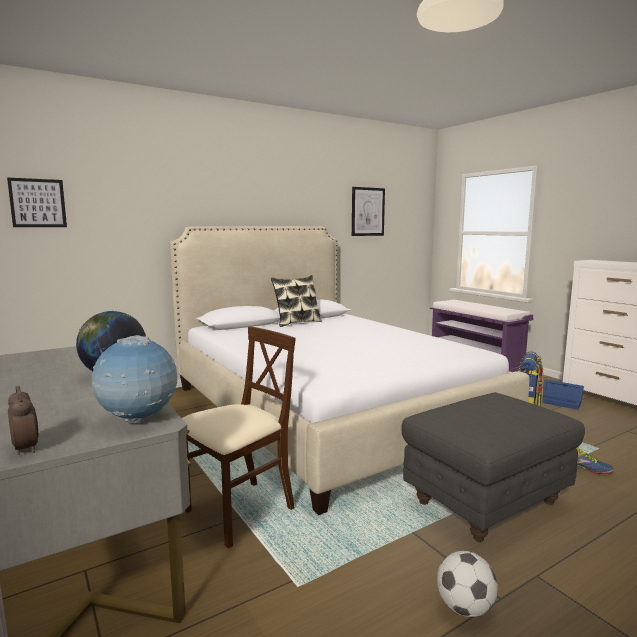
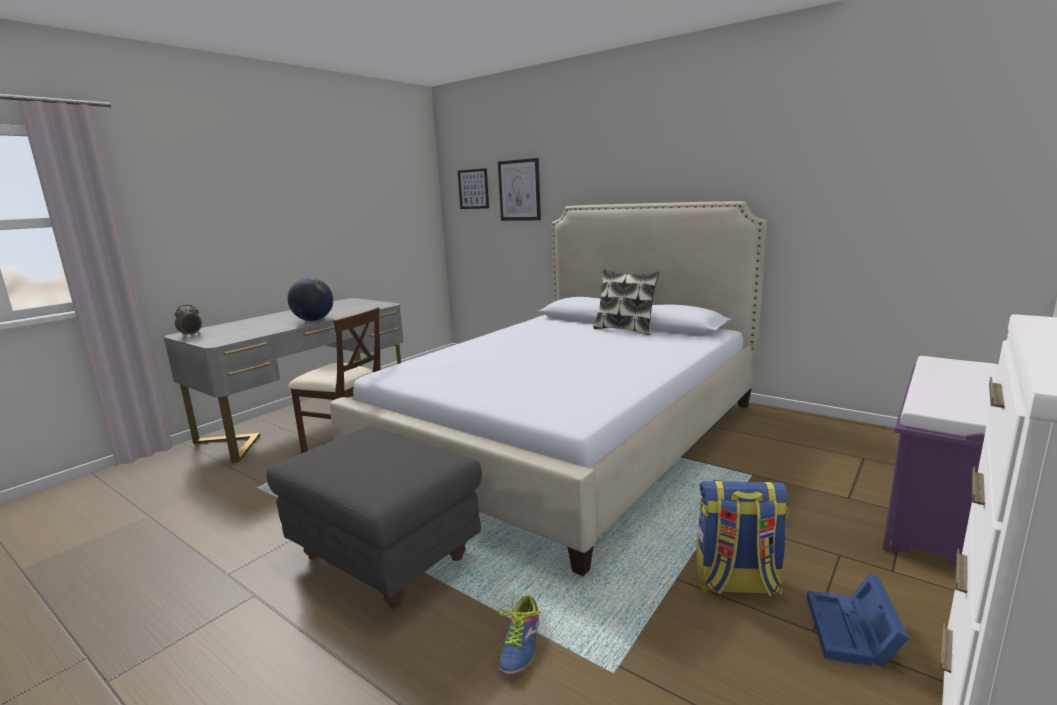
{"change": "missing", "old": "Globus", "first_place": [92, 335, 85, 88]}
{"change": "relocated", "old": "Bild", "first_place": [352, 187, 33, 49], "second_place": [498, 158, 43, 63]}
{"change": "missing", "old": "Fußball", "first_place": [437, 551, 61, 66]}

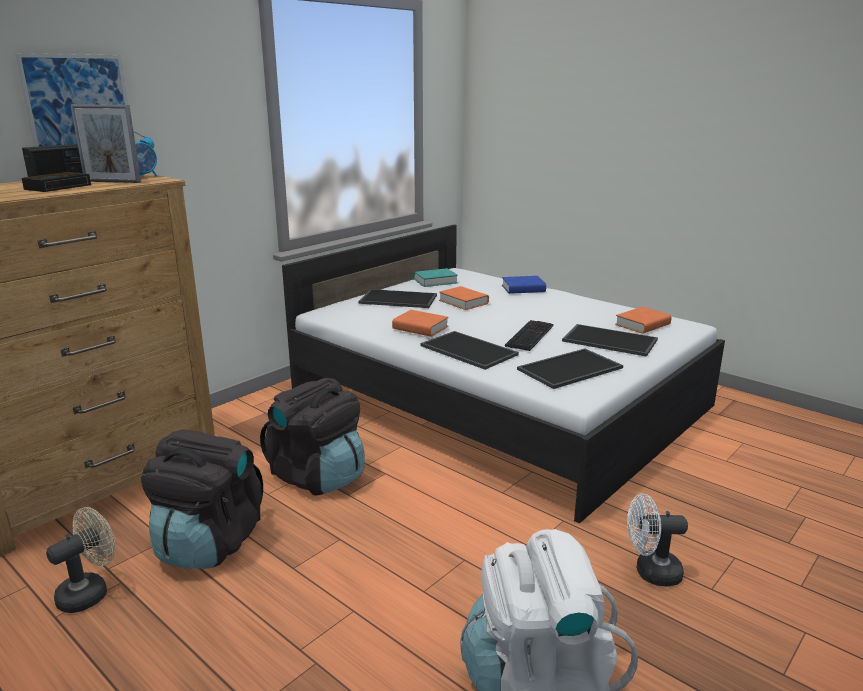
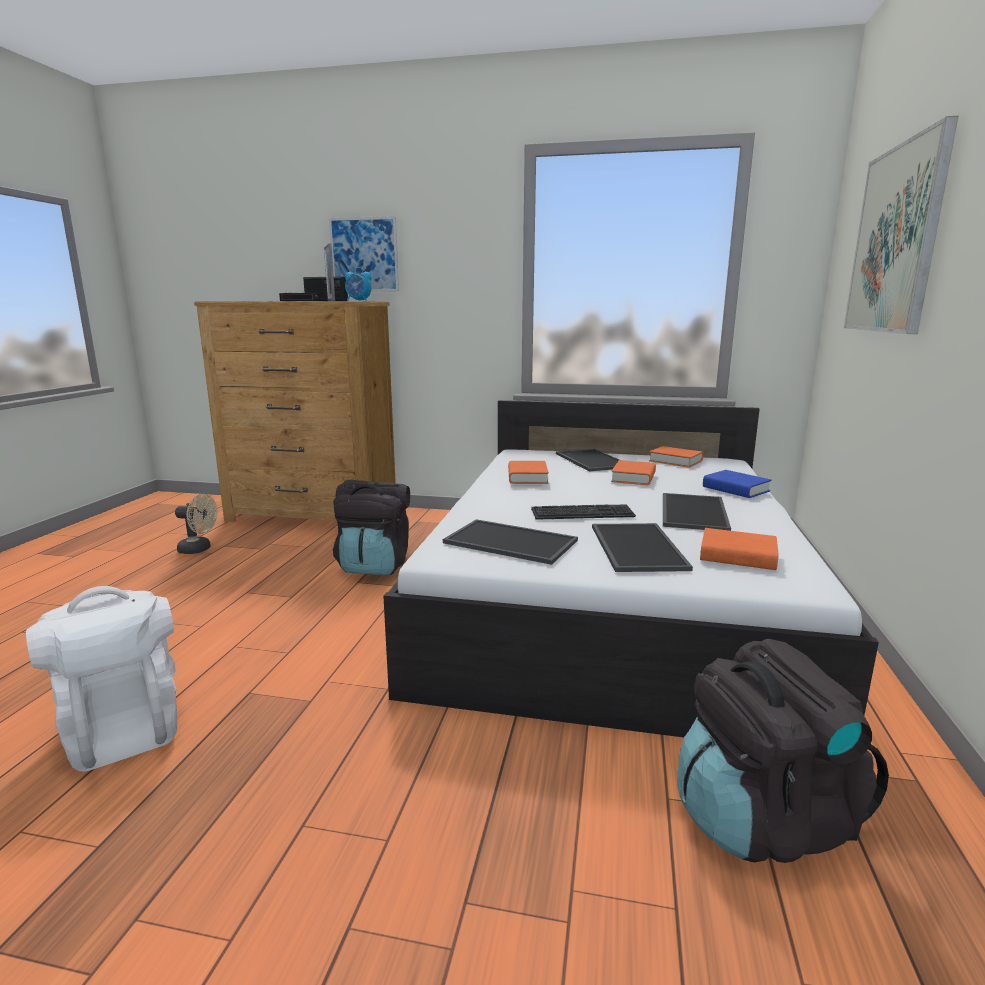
{"change": "relocated", "old": "Rucksack (schwarz)", "first_place": [141, 430, 122, 139], "second_place": [677, 639, 212, 224]}
{"change": "colour", "old": "Buch (türkis)", "new": "Buch (orange)", "first_place": [414, 268, 44, 19], "second_place": [649, 446, 55, 22]}
{"change": "relocated", "old": "Tablett", "first_place": [420, 331, 99, 39], "second_place": [663, 493, 68, 38]}
{"change": "missing", "old": "Ventilator (weiß)", "first_place": [627, 493, 61, 93]}
{"change": "appeared", "new": "Bild", "second_place": [844, 116, 114, 218]}

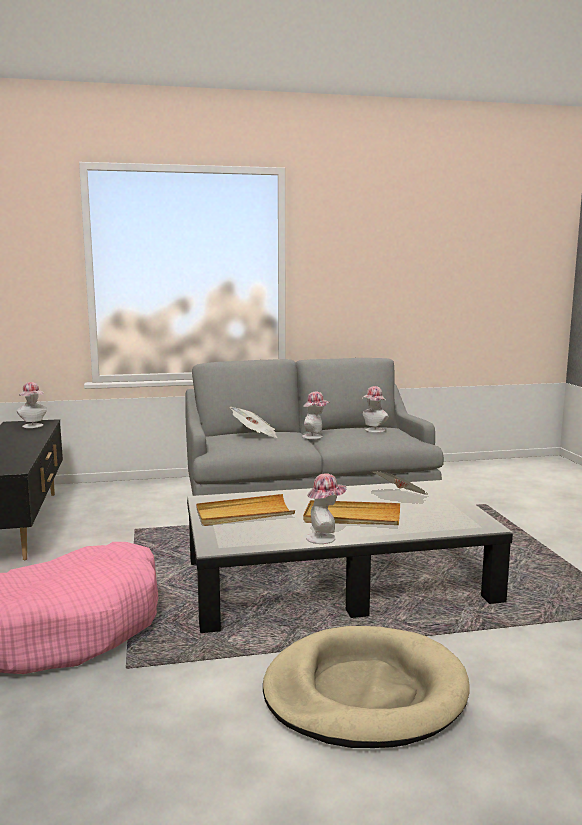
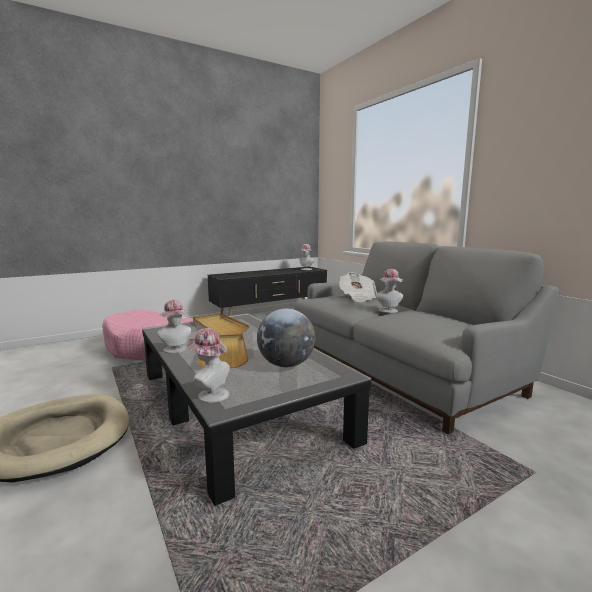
{"change": "relocated", "old": "Hut", "first_place": [363, 386, 26, 47], "second_place": [187, 328, 43, 75]}
{"change": "exchanged", "old": "Zeitung", "new": "Globus", "first_place": [372, 471, 57, 24], "second_place": [257, 309, 58, 58]}

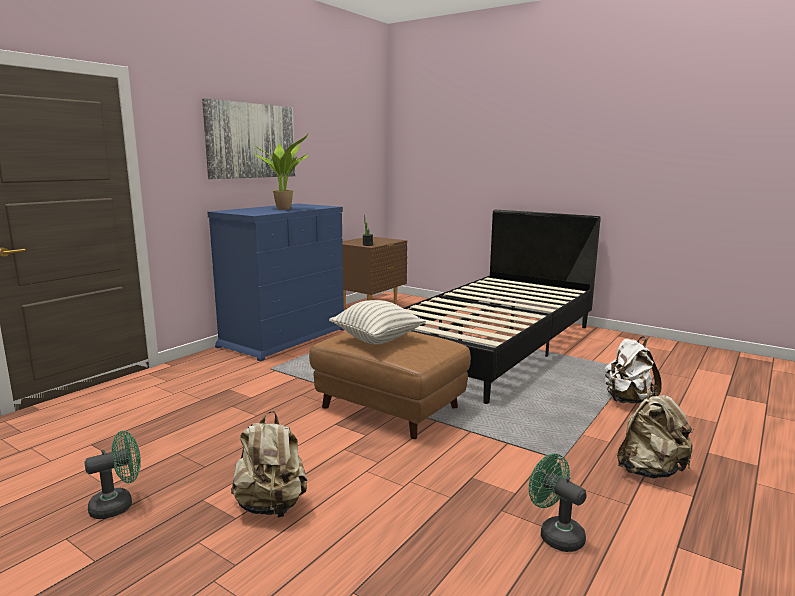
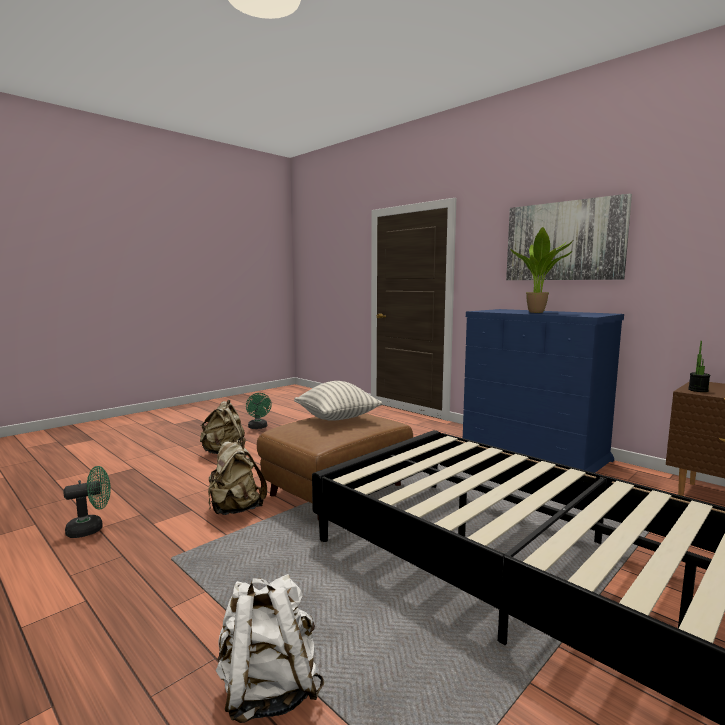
{"change": "relocated", "old": "Rucksack (beige)", "first_place": [617, 386, 77, 92], "second_place": [208, 437, 59, 78]}

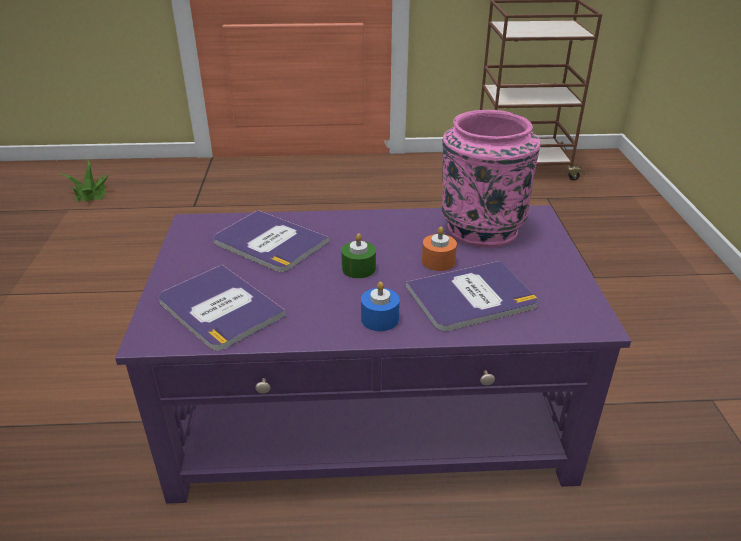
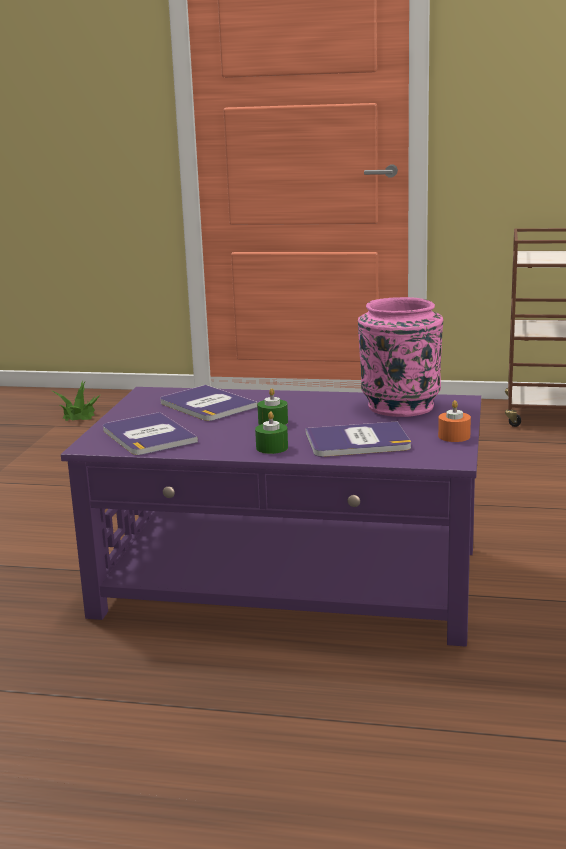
{"change": "colour", "old": "Kerze (blau)", "new": "Kerze (grün)", "first_place": [361, 282, 39, 49], "second_place": [255, 411, 33, 43]}
{"change": "relocated", "old": "Kerze (orange)", "first_place": [422, 227, 35, 44], "second_place": [438, 400, 33, 42]}

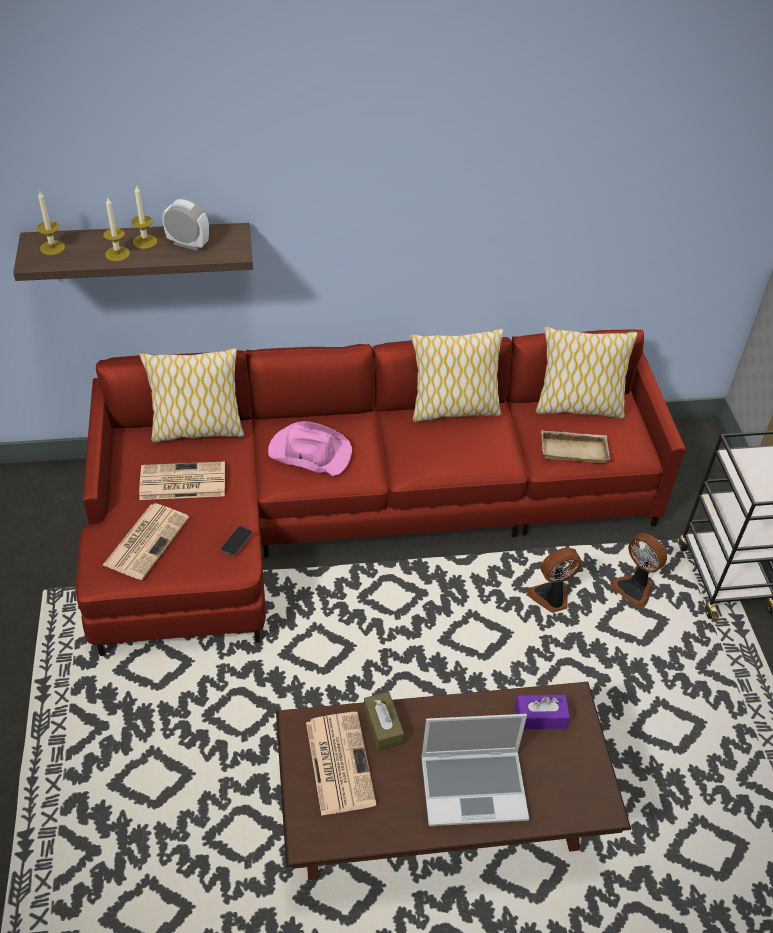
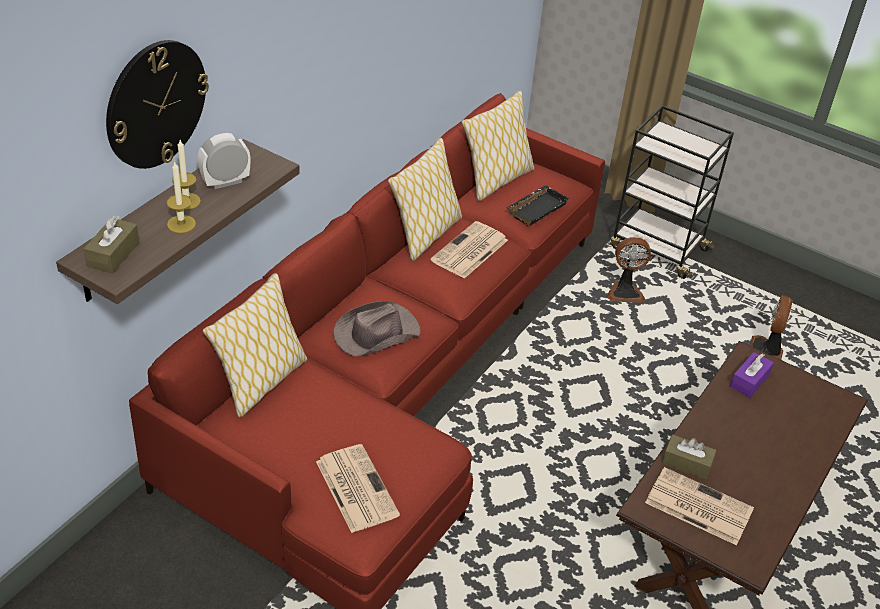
{"change": "exchanged", "old": "Kerze", "new": "Taschentuchbox (braun)", "first_place": [37, 192, 28, 63], "second_place": [84, 215, 55, 59]}
{"change": "relocated", "old": "Zeitung", "first_place": [139, 461, 86, 39], "second_place": [430, 221, 78, 58]}
{"change": "missing", "old": "Handy", "first_place": [221, 526, 32, 30]}
{"change": "colour", "old": "Hut (rosa)", "new": "Hut (braun)", "first_place": [268, 421, 84, 55], "second_place": [333, 301, 88, 55]}
{"change": "missing", "old": "Laptop", "first_place": [421, 714, 108, 112]}
{"change": "relocated", "old": "Ventilator", "first_place": [528, 548, 53, 65], "second_place": [750, 296, 43, 64]}
{"change": "colour", "old": "Tablett (beige)", "new": "Tablett (schwarz)", "first_place": [541, 430, 69, 33], "second_place": [506, 185, 64, 41]}
{"change": "appeared", "new": "Wanduhr", "second_place": [106, 40, 103, 129]}

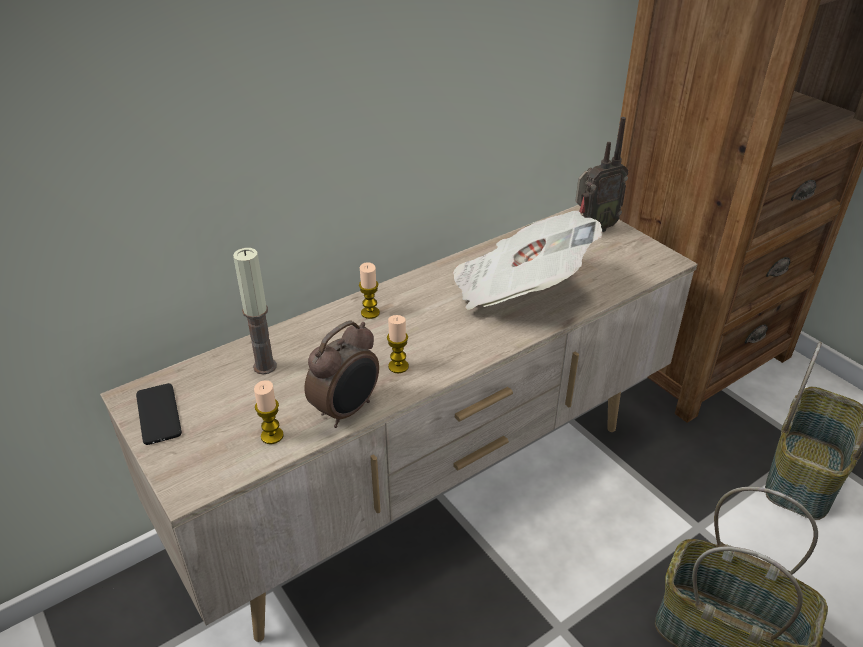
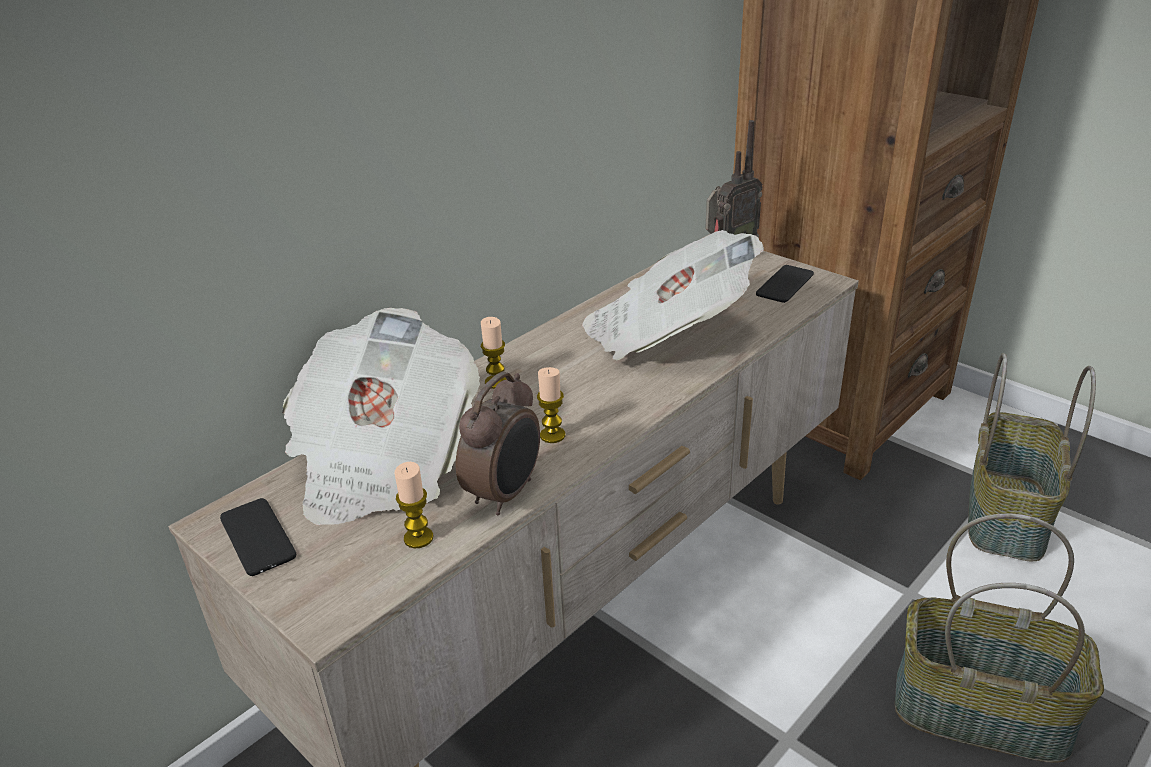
{"change": "exchanged", "old": "Kerze", "new": "Zeitung", "first_place": [233, 248, 44, 127], "second_place": [282, 308, 198, 217]}
{"change": "appeared", "new": "Handy", "second_place": [756, 265, 58, 38]}

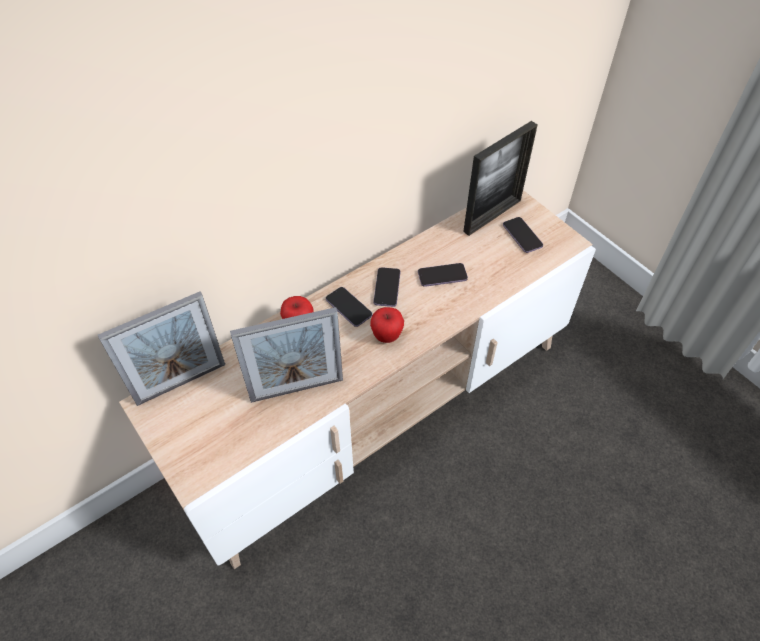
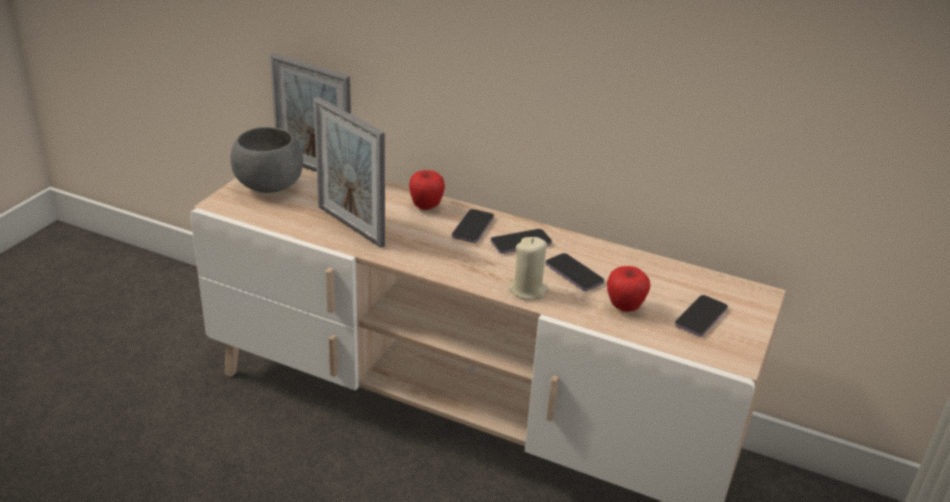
{"change": "relocated", "old": "Apfel", "first_place": [370, 307, 34, 36], "second_place": [607, 266, 43, 46]}
{"change": "missing", "old": "Bilderrahmen", "first_place": [463, 121, 75, 115]}
{"change": "appeared", "new": "Schüssel (grau)", "second_place": [230, 127, 73, 66]}
{"change": "appeared", "new": "Kerze (beige)", "second_place": [509, 237, 39, 63]}

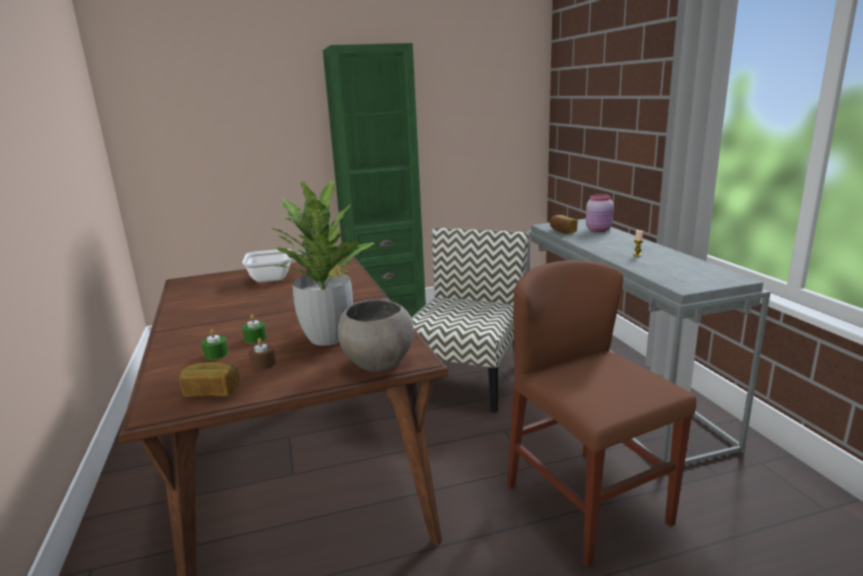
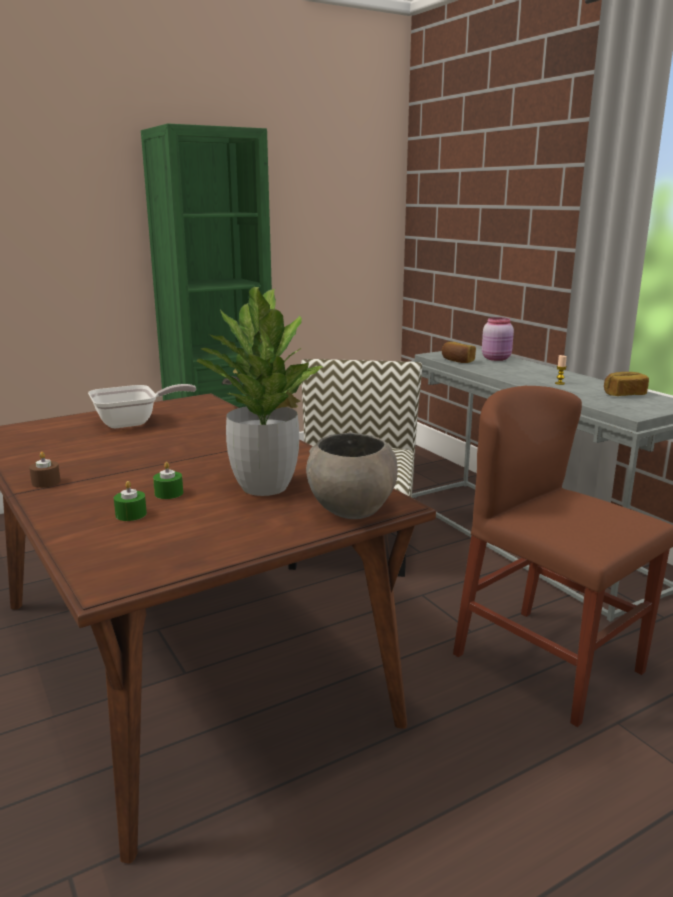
{"change": "relocated", "old": "Brot", "first_place": [179, 362, 60, 35], "second_place": [604, 372, 45, 24]}
{"change": "relocated", "old": "Kerze (braun)", "first_place": [249, 338, 27, 32], "second_place": [29, 452, 32, 36]}

